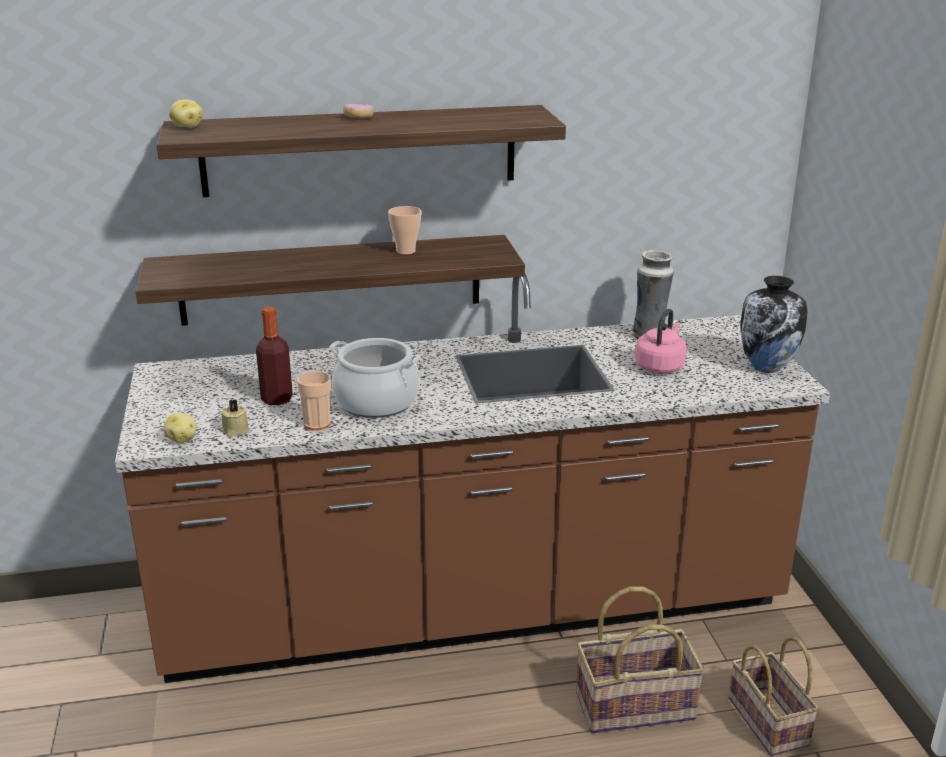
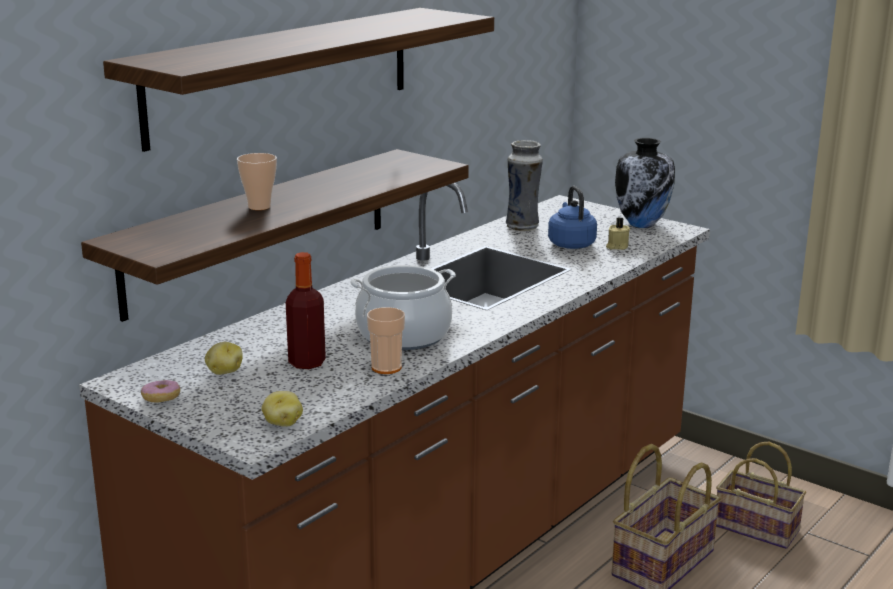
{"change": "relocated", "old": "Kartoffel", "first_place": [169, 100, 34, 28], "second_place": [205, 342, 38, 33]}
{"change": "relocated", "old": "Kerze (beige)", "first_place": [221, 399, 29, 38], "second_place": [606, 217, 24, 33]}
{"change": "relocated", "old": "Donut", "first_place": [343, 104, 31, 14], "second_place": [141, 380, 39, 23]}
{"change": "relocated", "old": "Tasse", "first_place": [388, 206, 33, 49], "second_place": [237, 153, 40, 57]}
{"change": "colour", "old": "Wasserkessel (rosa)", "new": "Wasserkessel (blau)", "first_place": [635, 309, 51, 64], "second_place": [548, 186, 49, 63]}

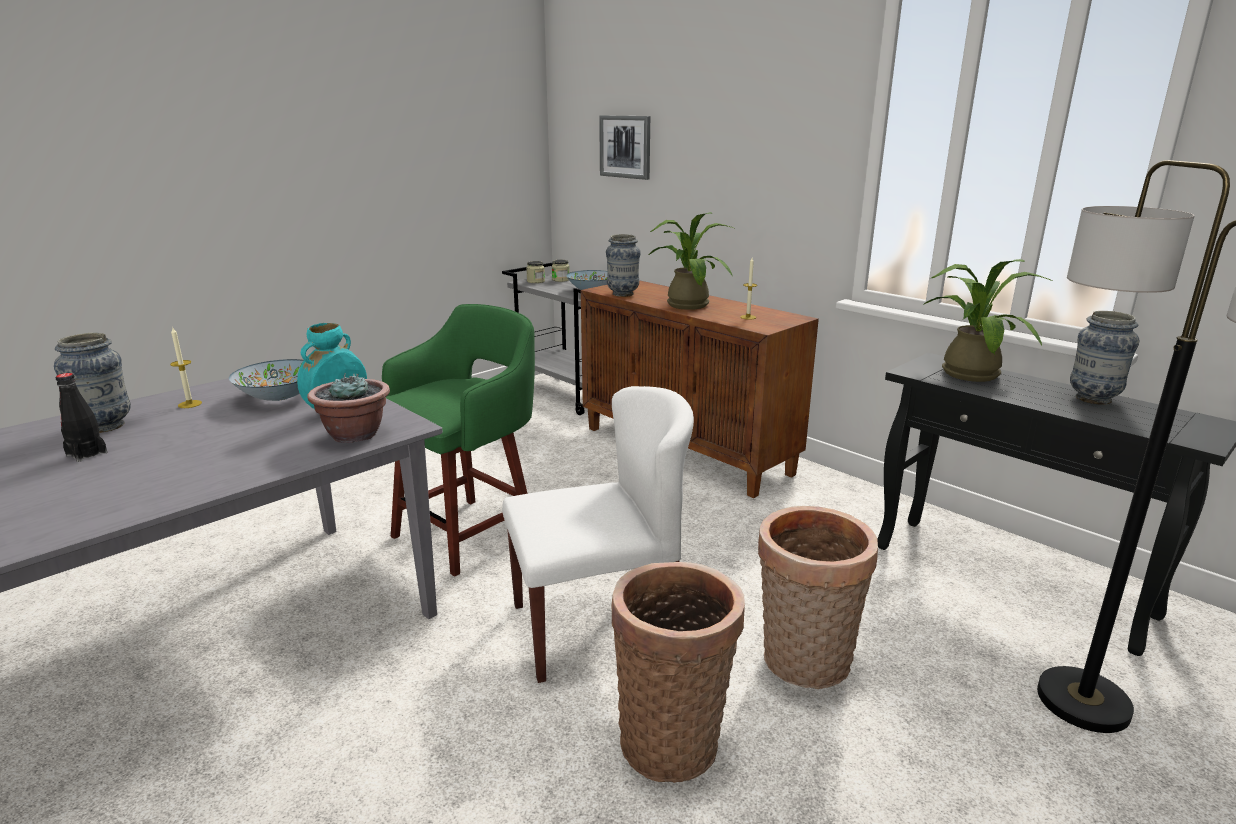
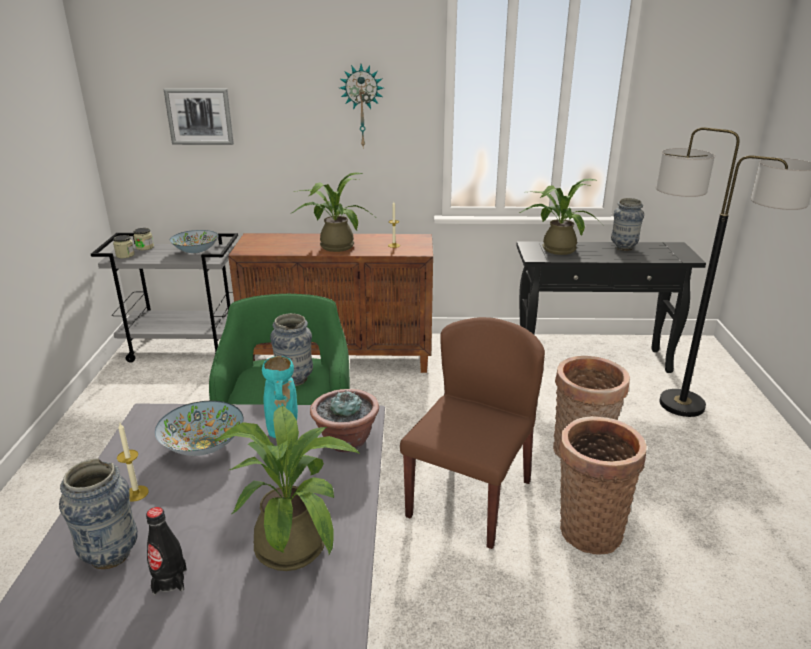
{"change": "colour", "old": "Stuhl (weiß)", "new": "Stuhl (braun)", "first_place": [502, 386, 192, 297], "second_place": [400, 317, 145, 232]}
{"change": "relocated", "old": "Vase", "first_place": [606, 234, 35, 63], "second_place": [270, 313, 43, 73]}
{"change": "appeared", "new": "Topfpflanze", "second_place": [214, 405, 146, 166]}
{"change": "appeared", "new": "Wanduhr", "second_place": [340, 64, 43, 83]}

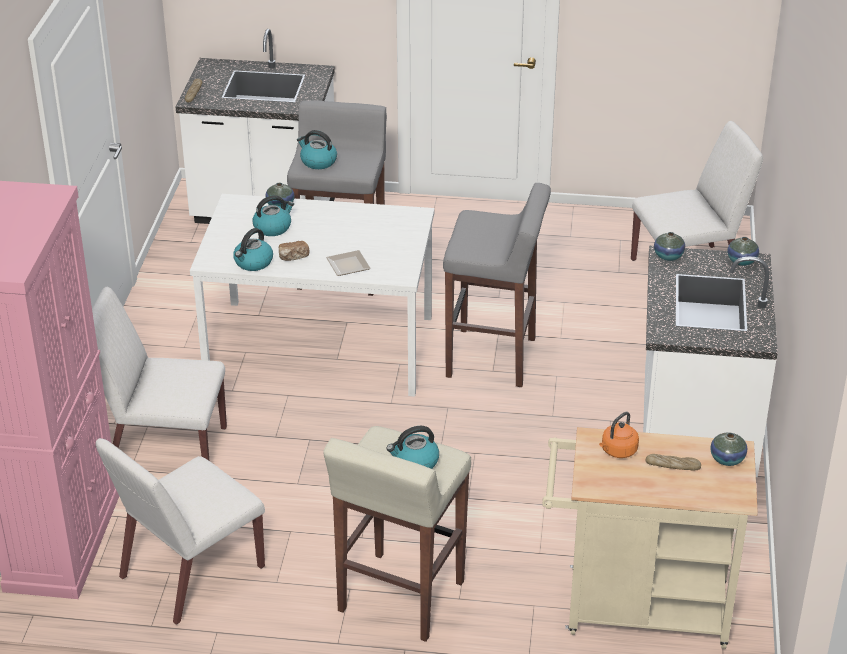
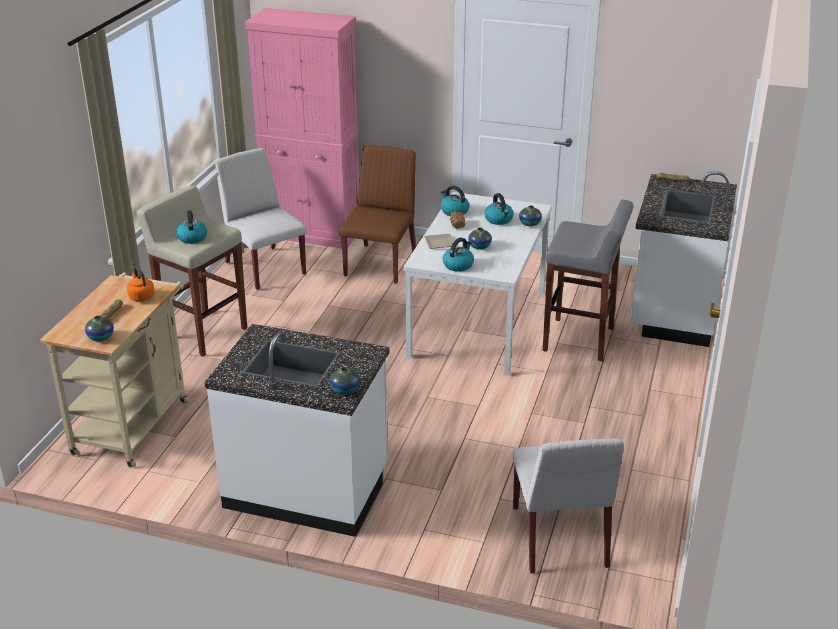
{"change": "colour", "old": "Stuhl (weiß)", "new": "Stuhl (braun)", "first_place": [92, 287, 135, 173], "second_place": [340, 145, 76, 139]}
{"change": "relocated", "old": "Wasserkessel", "first_place": [297, 130, 40, 39], "second_place": [443, 238, 31, 34]}
{"change": "missing", "old": "Hocker (grau)", "first_place": [443, 183, 108, 204]}
{"change": "relocated", "old": "Vase", "first_place": [654, 232, 31, 29], "second_place": [468, 228, 24, 22]}

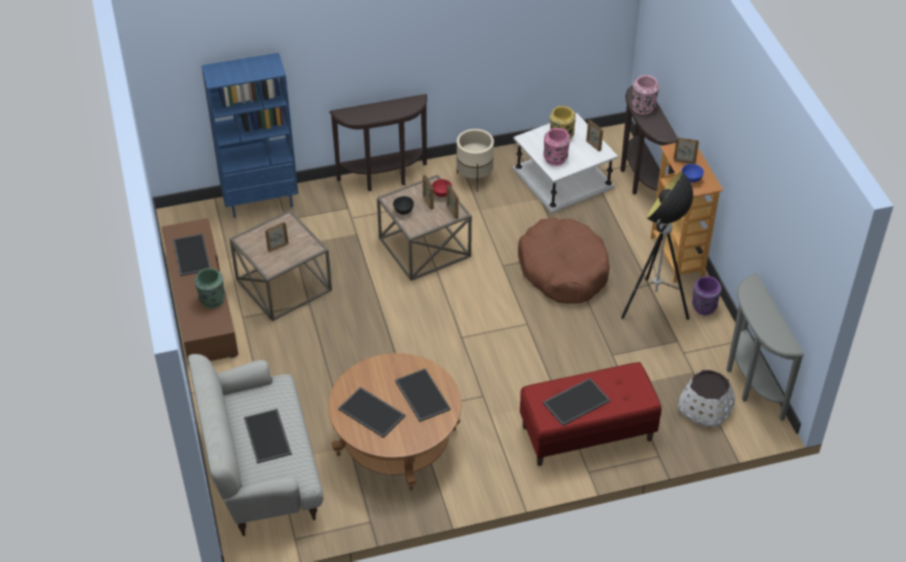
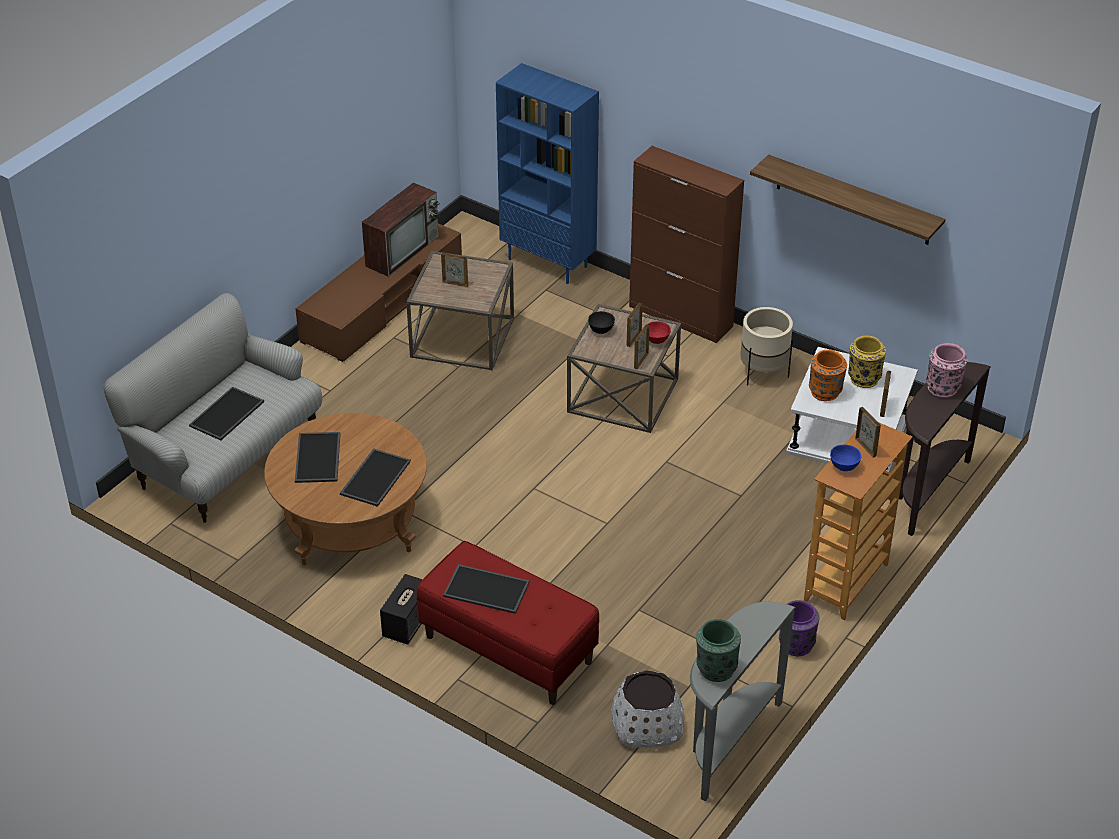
{"change": "exchanged", "old": "Tablett", "new": "Fernseher", "first_place": [173, 234, 38, 42], "second_place": [362, 183, 78, 94]}
{"change": "relocated", "old": "Vase (grün)", "first_place": [194, 268, 31, 40], "second_place": [696, 619, 45, 63]}
{"change": "exchanged", "old": "Konsolentisch (braun)", "new": "Schrank (braun)", "first_place": [329, 94, 98, 97], "second_place": [629, 146, 115, 197]}
{"change": "missing", "old": "Hundebett (braun)", "first_place": [518, 217, 92, 87]}
{"change": "colour", "old": "Vase (rosa)", "new": "Vase (orange)", "first_place": [543, 128, 27, 38], "second_place": [809, 350, 38, 51]}
{"change": "missing", "old": "Stehlampe", "first_place": [621, 171, 72, 149]}
{"change": "appeared", "new": "Lautsprecher", "second_place": [380, 574, 43, 71]}
{"change": "appeared", "new": "Wandregal", "second_place": [750, 154, 196, 91]}

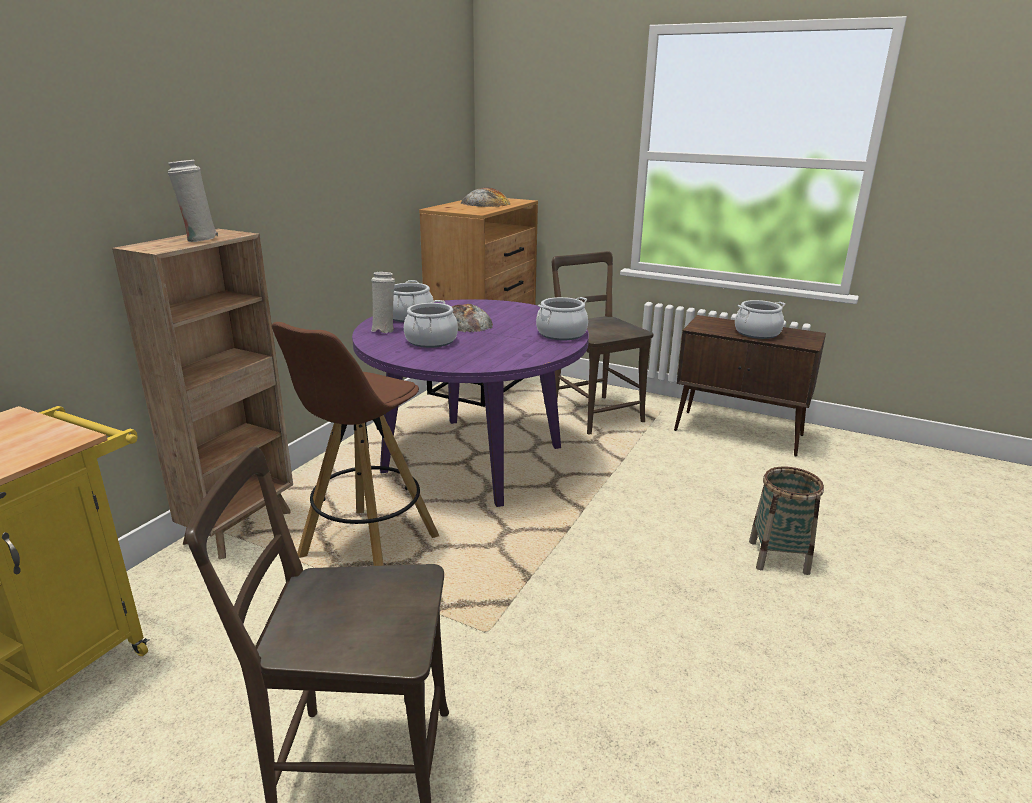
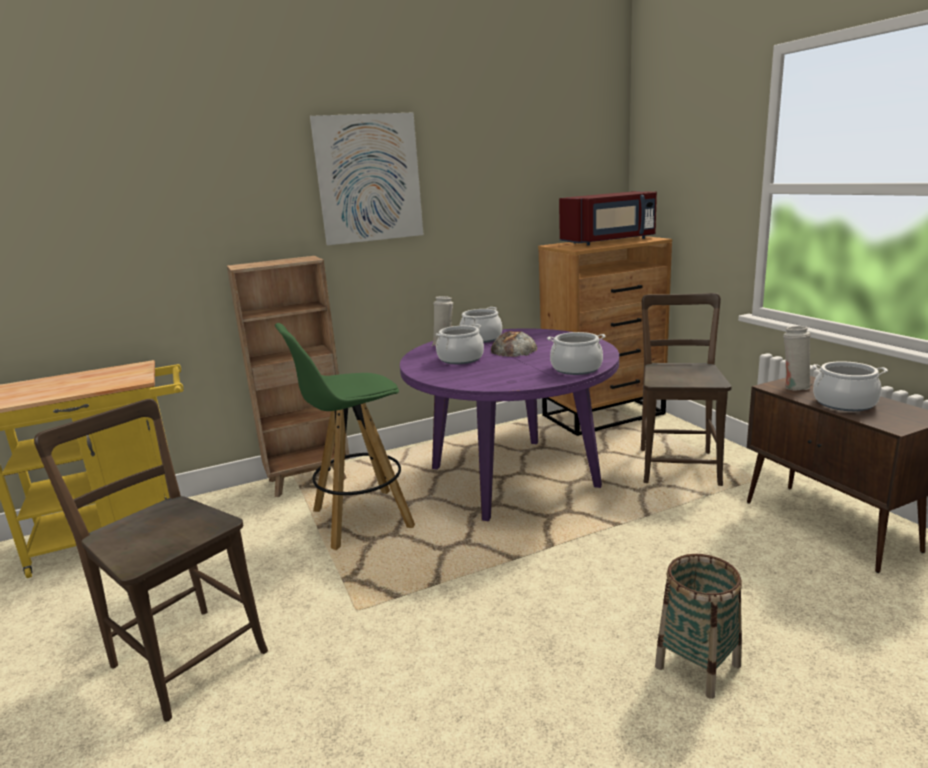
{"change": "relocated", "old": "Vase (weiß)", "first_place": [168, 160, 50, 82], "second_place": [783, 326, 29, 65]}
{"change": "colour", "old": "Hocker (braun)", "new": "Hocker (grün)", "first_place": [272, 322, 167, 244], "second_place": [275, 323, 140, 227]}
{"change": "exchanged", "old": "Brot", "new": "Mikrowelle (rot)", "first_place": [461, 187, 49, 20], "second_place": [559, 191, 98, 55]}
{"change": "appeared", "new": "Bild", "second_place": [310, 113, 113, 132]}

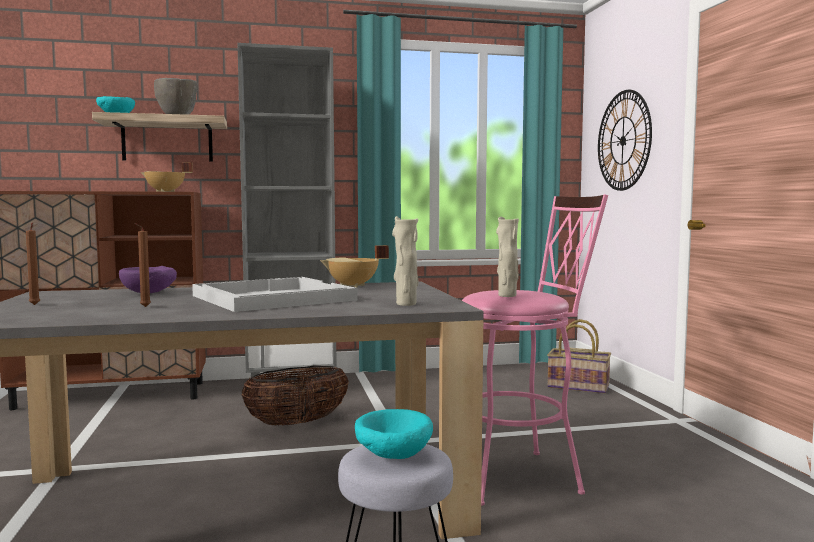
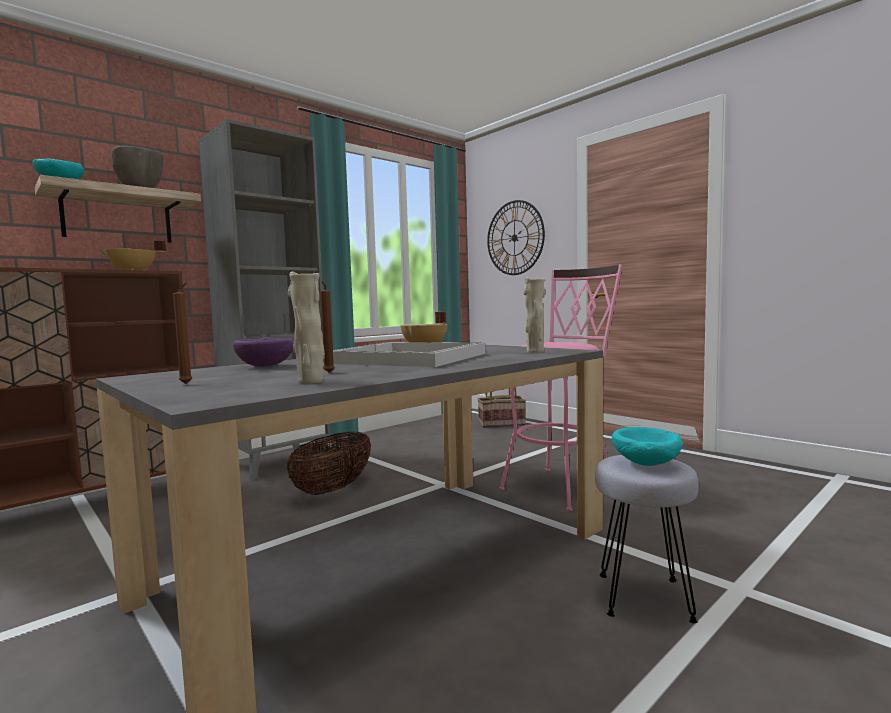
{"change": "relocated", "old": "Vase (beige)", "first_place": [496, 217, 23, 80], "second_place": [288, 271, 37, 113]}

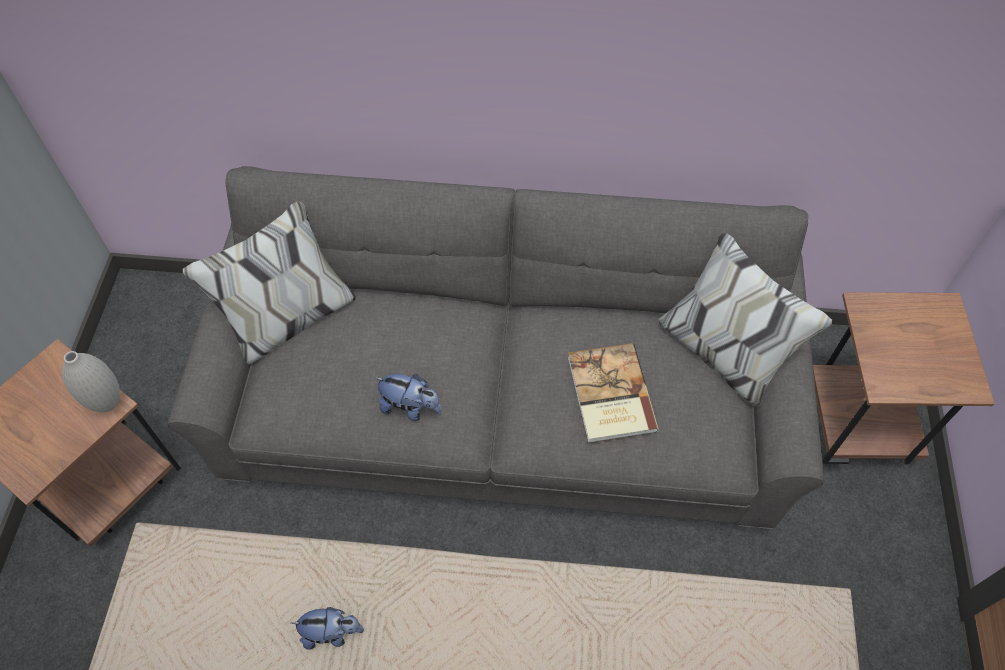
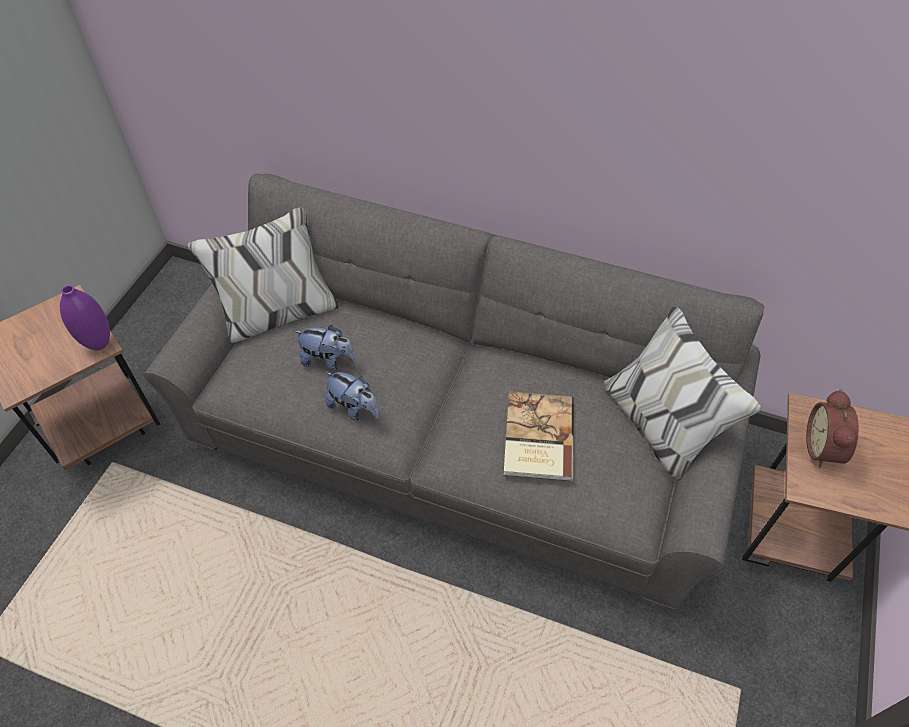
{"change": "colour", "old": "Vase (weiß)", "new": "Vase (lila)", "first_place": [62, 351, 58, 61], "second_place": [60, 285, 50, 65]}
{"change": "relocated", "old": "Plüschtier", "first_place": [291, 607, 73, 43], "second_place": [294, 325, 62, 45]}
{"change": "appeared", "new": "Wecker", "second_place": [806, 389, 53, 79]}

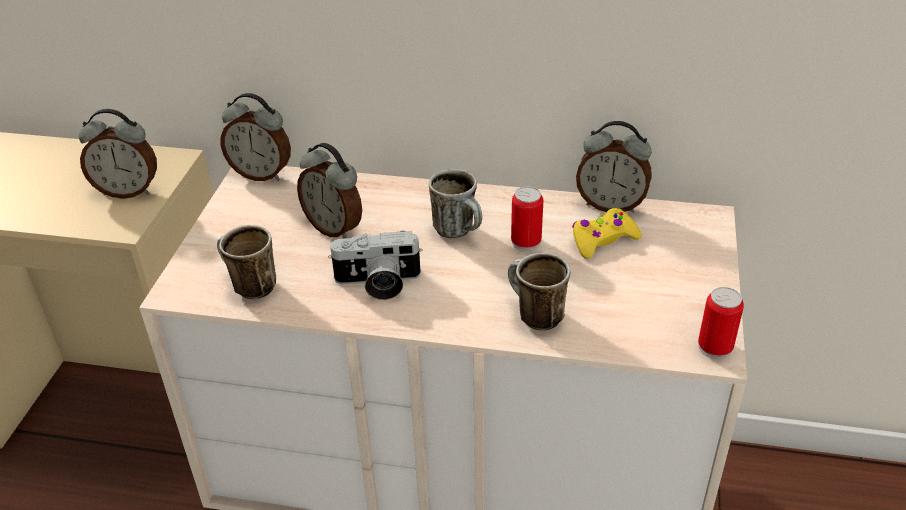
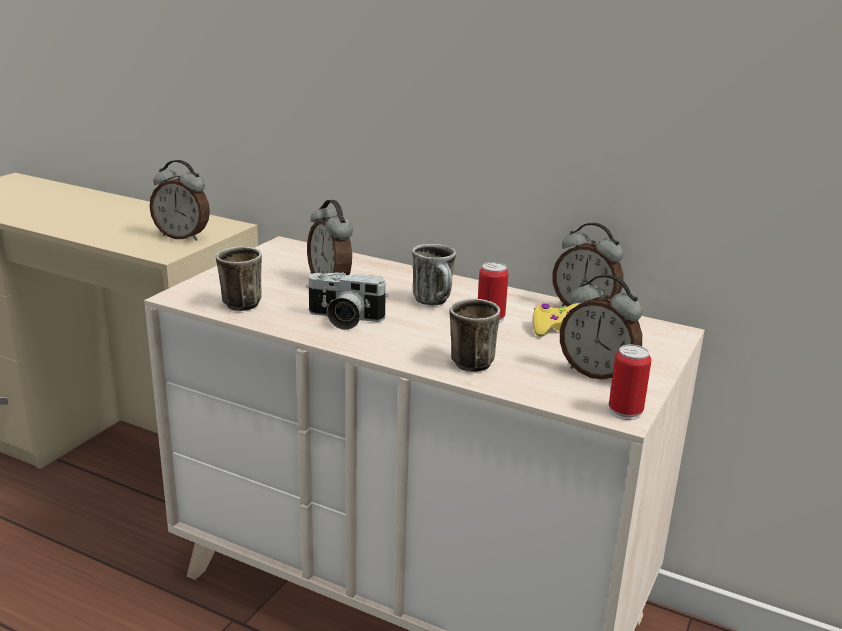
{"change": "relocated", "old": "Wecker", "first_place": [221, 93, 70, 88], "second_place": [560, 274, 82, 106]}

